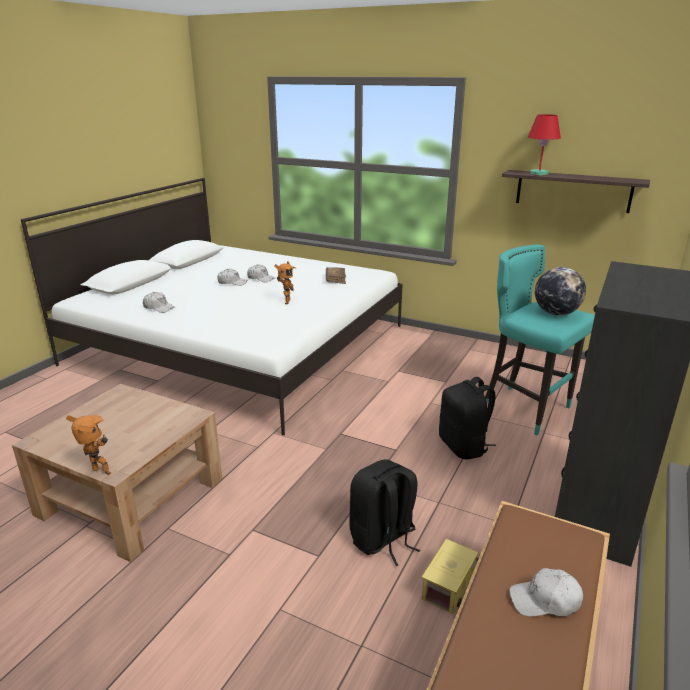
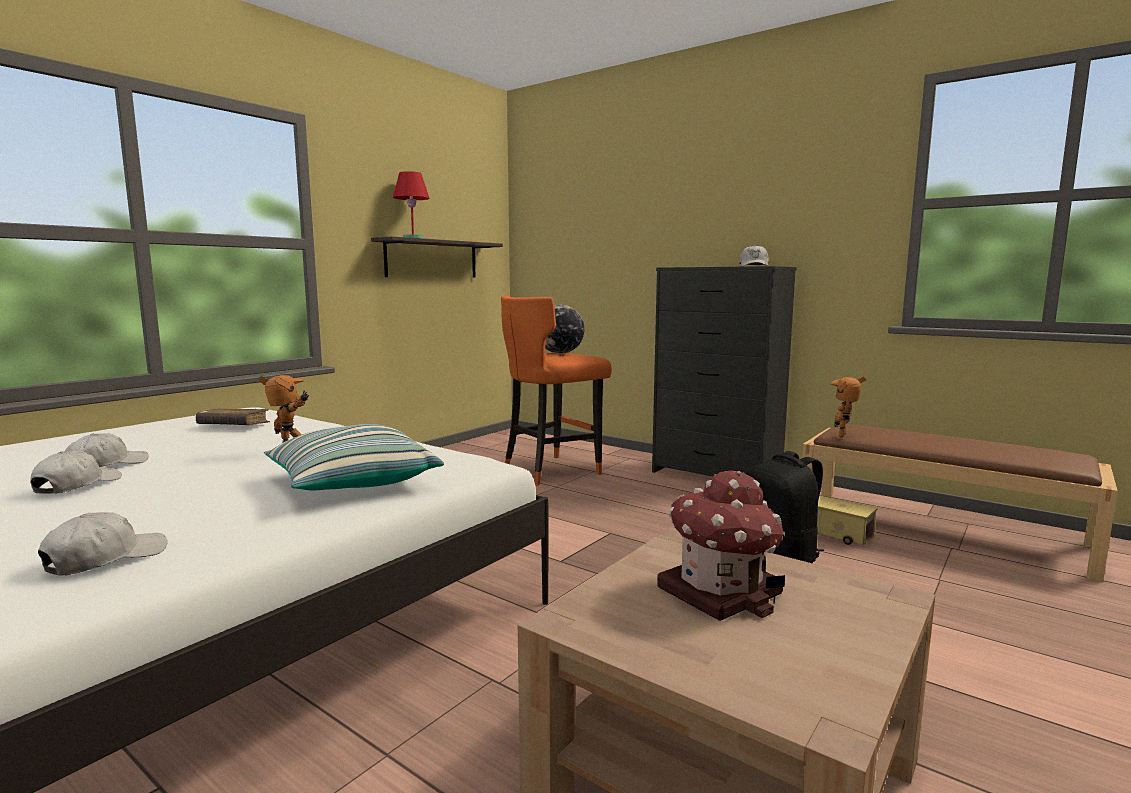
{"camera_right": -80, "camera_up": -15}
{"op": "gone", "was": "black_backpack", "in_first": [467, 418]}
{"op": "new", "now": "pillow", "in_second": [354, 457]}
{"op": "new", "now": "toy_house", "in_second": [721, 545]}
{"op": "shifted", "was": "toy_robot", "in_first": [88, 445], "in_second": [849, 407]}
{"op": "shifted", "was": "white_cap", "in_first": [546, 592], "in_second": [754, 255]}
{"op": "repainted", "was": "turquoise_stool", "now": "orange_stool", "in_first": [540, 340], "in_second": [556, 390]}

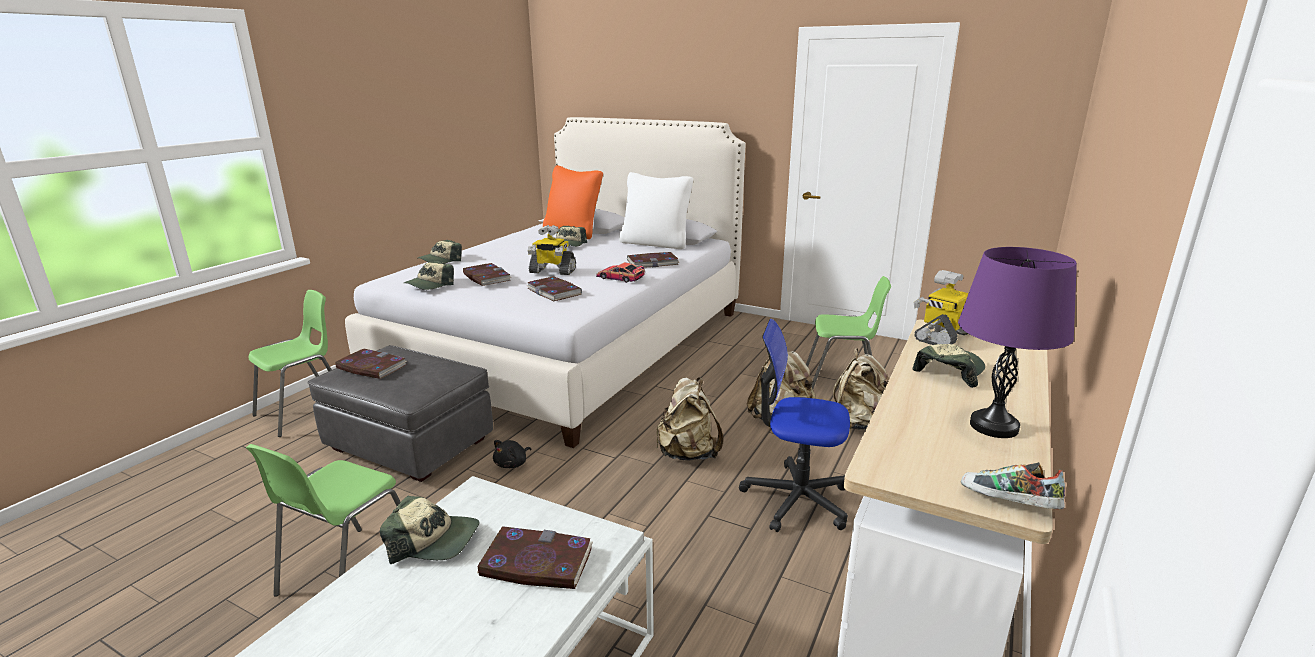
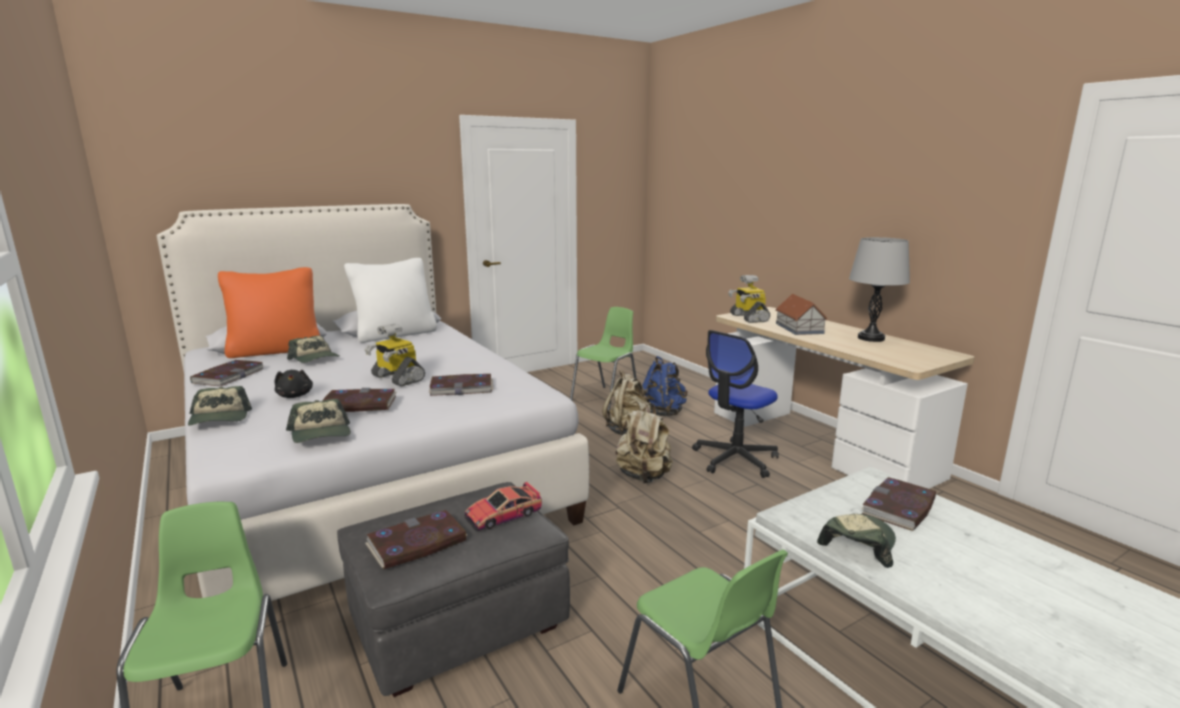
{"camera_right": -60, "camera_up": -5}
{"op": "gone", "was": "shoe", "in_first": [1013, 485]}
{"op": "shifted", "was": "black_plush_toy", "in_first": [512, 454], "in_second": [293, 384]}
{"op": "shifted", "was": "toy_car", "in_first": [620, 272], "in_second": [503, 506]}
{"op": "shifted", "was": "book", "in_first": [653, 260], "in_second": [227, 373]}
{"op": "swapped", "was": "cap", "now": "toy_house", "in_first": [948, 366], "in_second": [801, 314]}
{"op": "repainted", "was": "beige_backpack", "now": "blue_backpack", "in_first": [861, 389], "in_second": [664, 386]}
{"op": "repainted", "was": "purple_table_lamp", "now": "grey_table_lamp", "in_first": [1017, 342], "in_second": [879, 289]}
{"op": "rotated", "was": "toy_robot", "in_first": [552, 250], "in_second": [395, 355], "clockwise": 90}

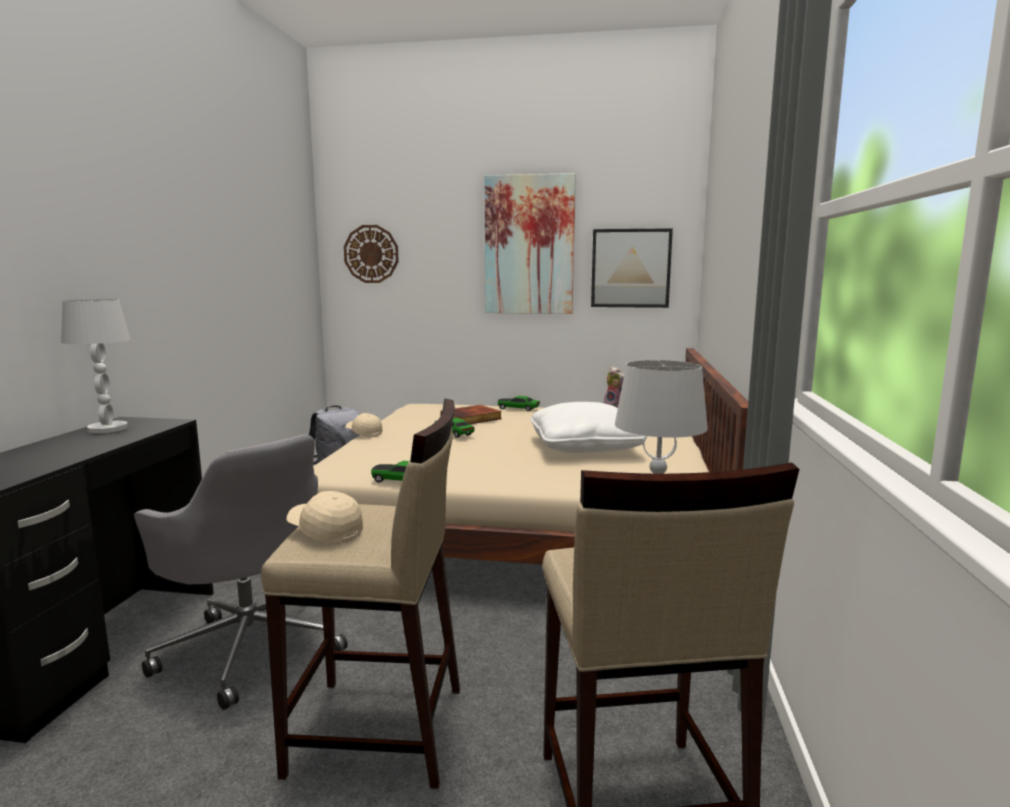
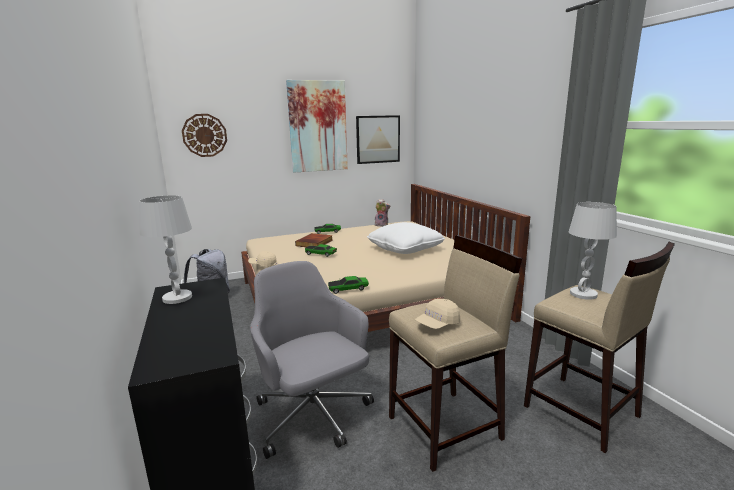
{"camera_right": -30, "camera_up": 5}
{"op": "rotated", "was": "grey_office_chair", "in_first": [240, 572], "in_second": [312, 360], "clockwise": -135}
{"op": "rotated", "was": "beige_cap", "in_first": [325, 517], "in_second": [437, 314], "clockwise": -45}

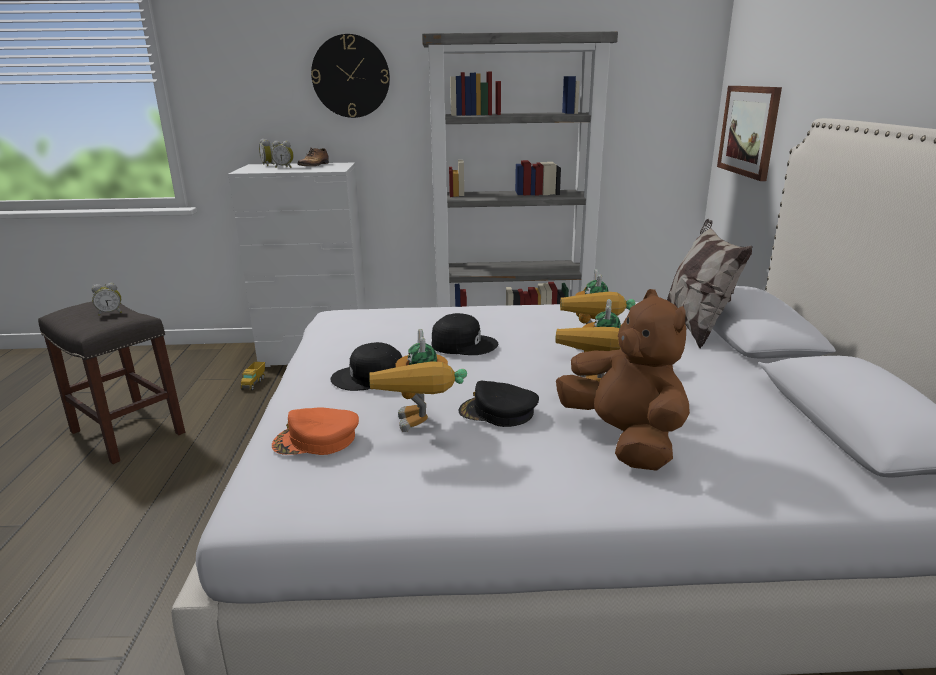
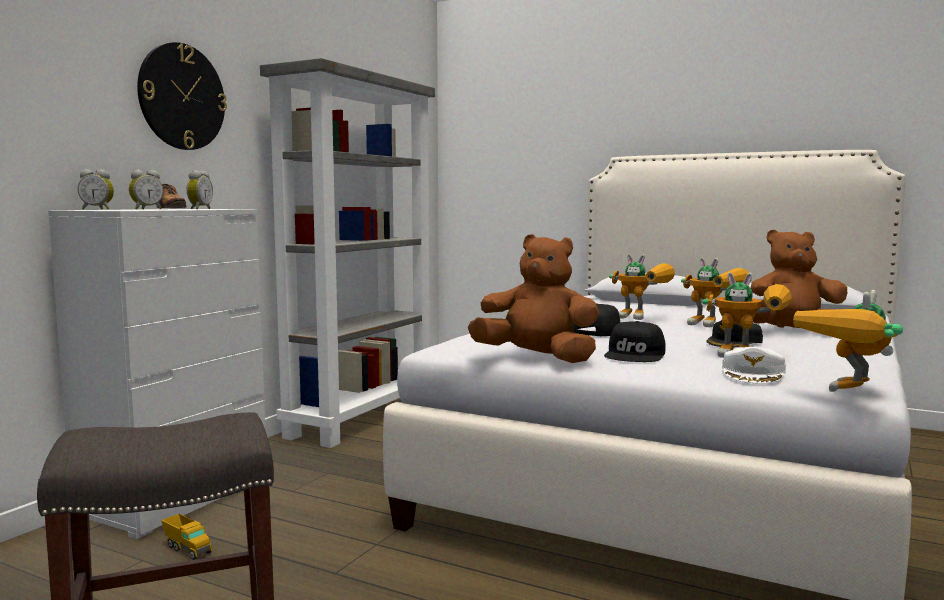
{"camera_right": -60, "camera_up": -15}
{"op": "gone", "was": "pillow", "in_first": [710, 284]}
{"op": "gone", "was": "picture", "in_first": [749, 133]}
{"op": "new", "now": "brown_plush_toy", "in_second": [533, 298]}
{"op": "new", "now": "toy_robot", "in_second": [848, 341]}
{"op": "shifted", "was": "alarm_clock", "in_first": [107, 299], "in_second": [199, 189]}
{"op": "repainted", "was": "orange_cap", "now": "white_cap", "in_first": [315, 431], "in_second": [754, 365]}

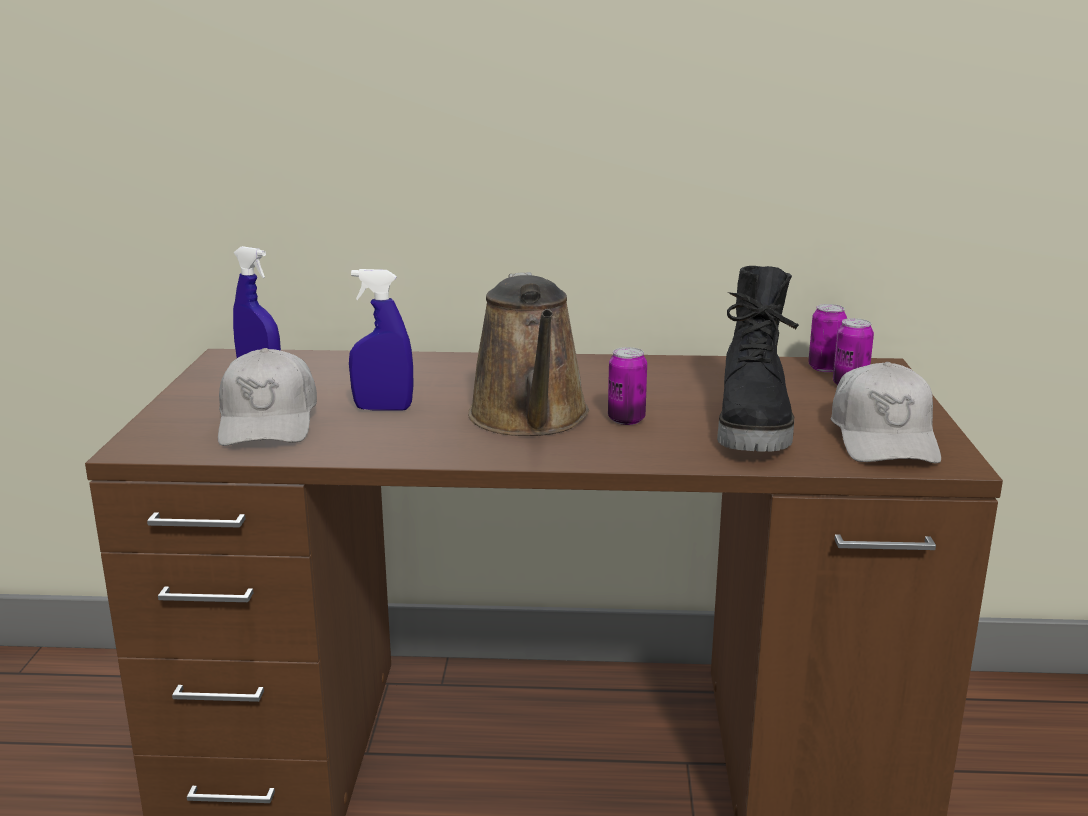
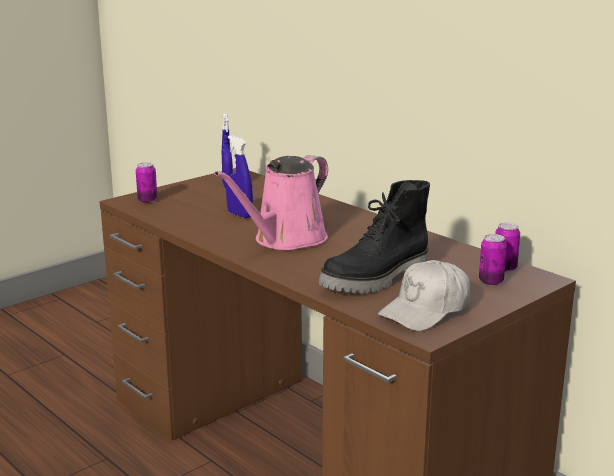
{"camera_right": 45, "camera_up": 0}
{"op": "gone", "was": "white_cap", "in_first": [267, 397]}
{"op": "shifted", "was": "can", "in_first": [627, 386], "in_second": [146, 182]}
{"op": "repainted", "was": "brown_watering_can", "now": "pink_watering_can", "in_first": [528, 354], "in_second": [271, 202]}

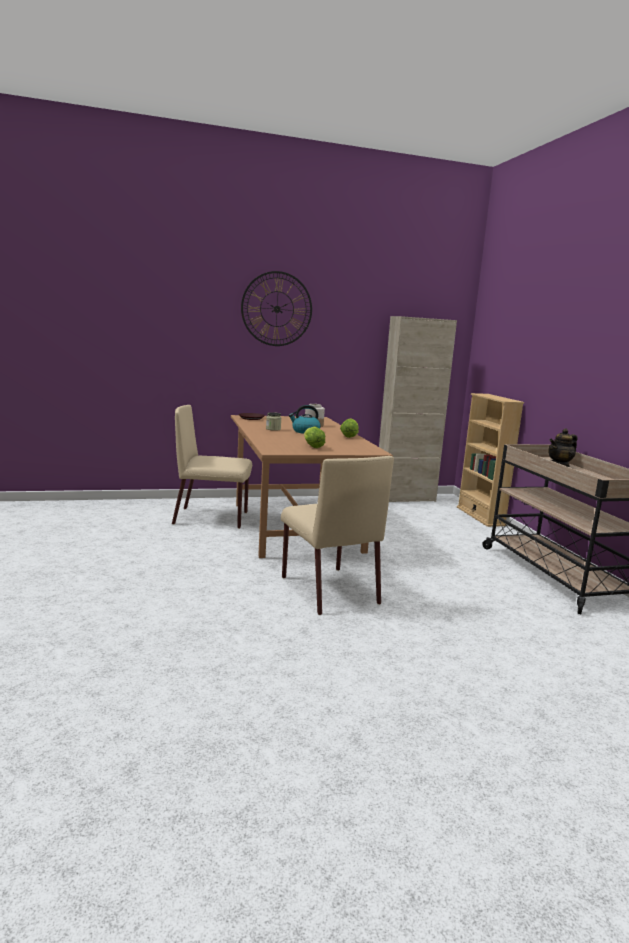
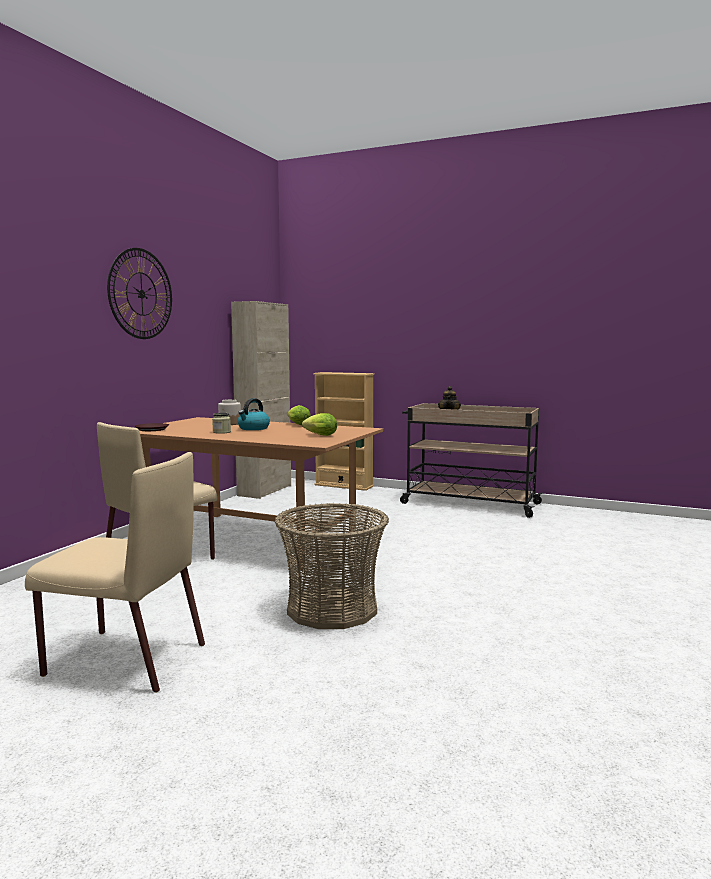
{"camera_right": -50, "camera_up": -5}
{"op": "new", "now": "basket", "in_second": [332, 566]}
{"op": "shifted", "was": "beige_chair", "in_first": [337, 535], "in_second": [115, 572]}

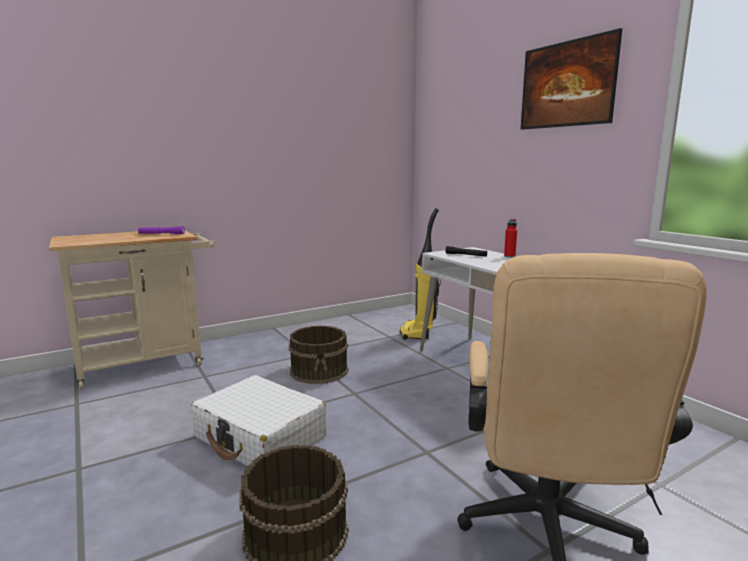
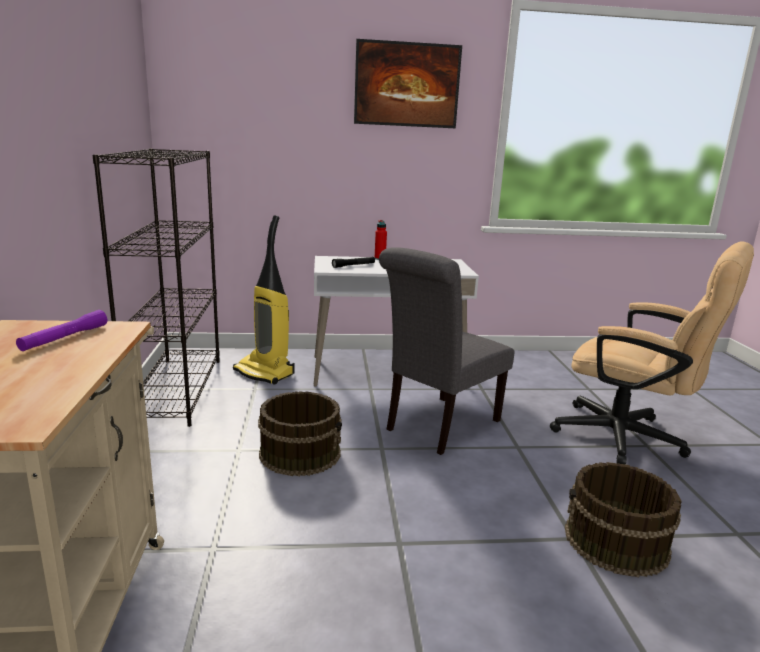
{"camera_right": -65, "camera_up": 5}
{"op": "gone", "was": "white_suitcase", "in_first": [259, 420]}
{"op": "new", "now": "black_bookcase", "in_second": [156, 287]}
{"op": "new", "now": "grey_chair", "in_second": [446, 351]}

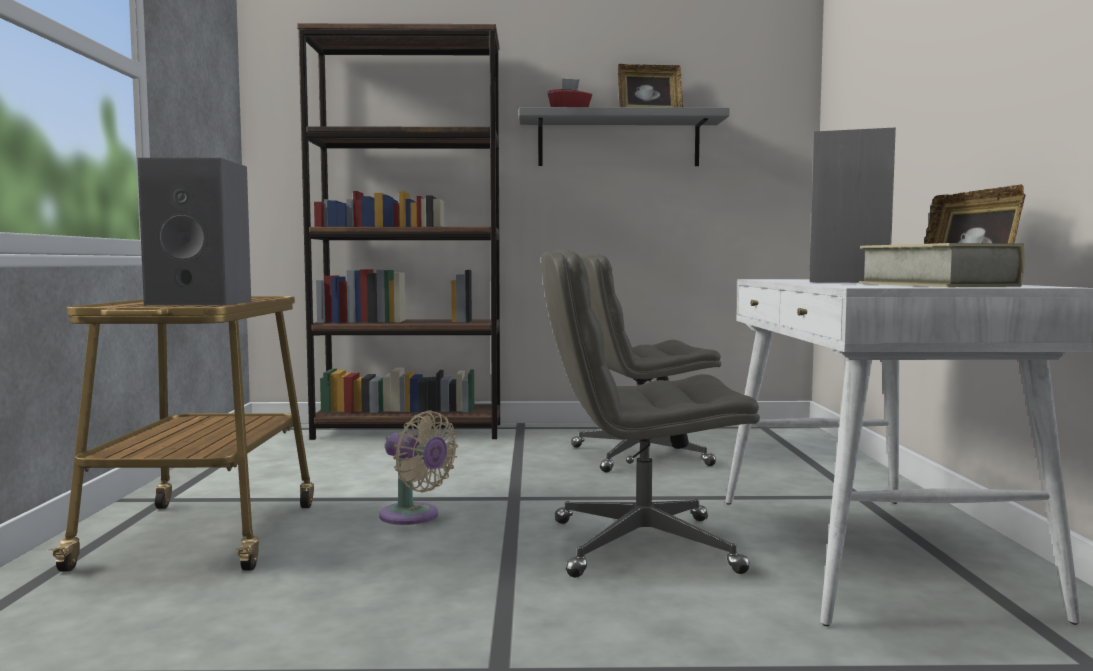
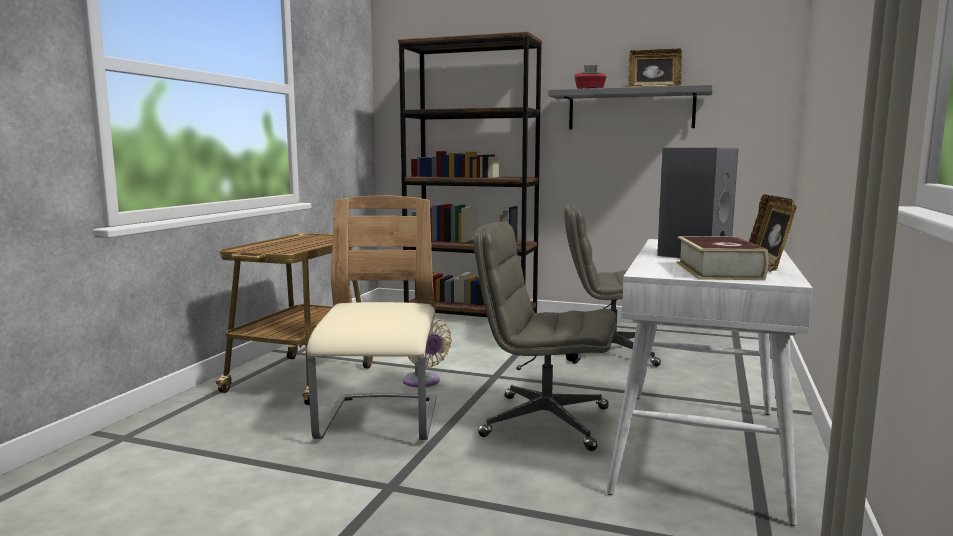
{"camera_right": 20, "camera_up": 5}
{"op": "gone", "was": "grey_speaker", "in_first": [194, 231]}
{"op": "new", "now": "beige_chair", "in_second": [372, 317]}

